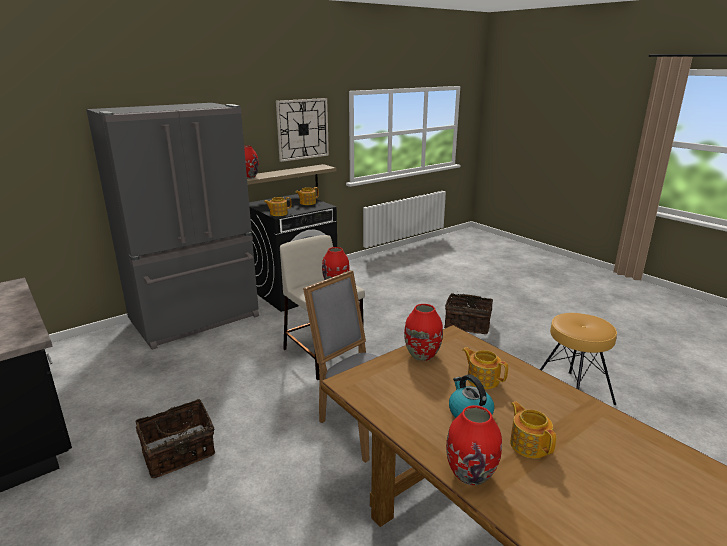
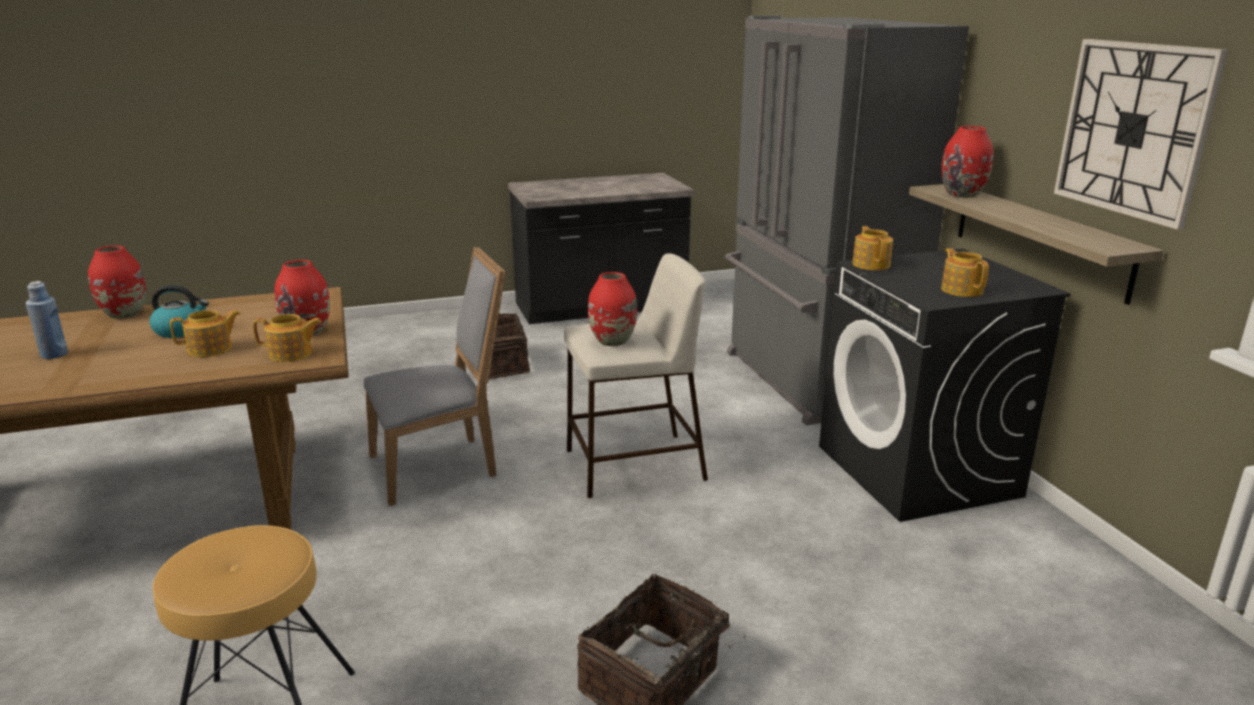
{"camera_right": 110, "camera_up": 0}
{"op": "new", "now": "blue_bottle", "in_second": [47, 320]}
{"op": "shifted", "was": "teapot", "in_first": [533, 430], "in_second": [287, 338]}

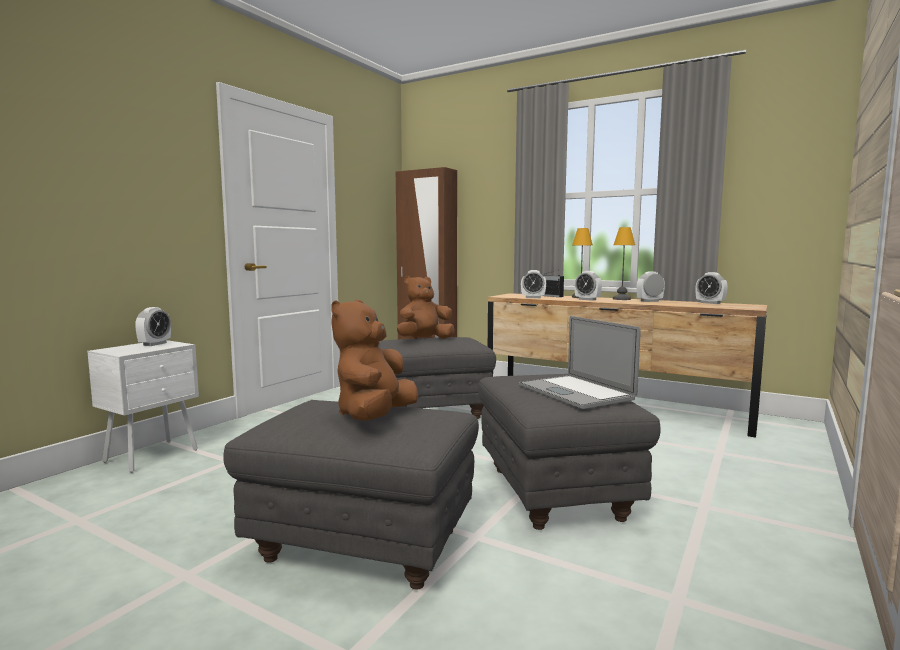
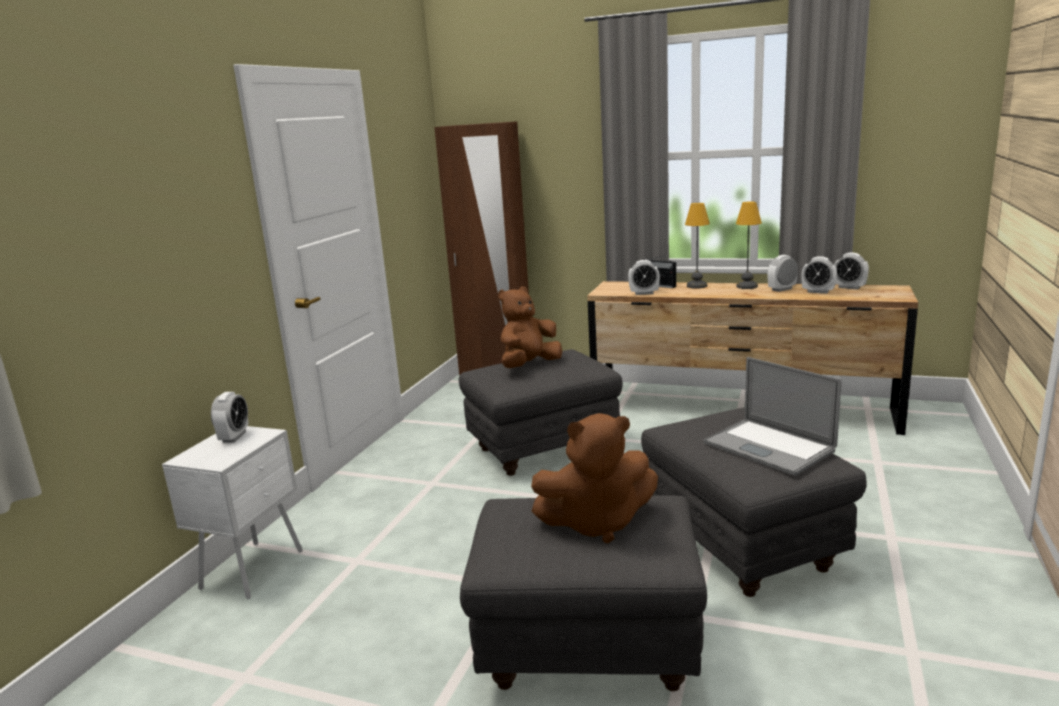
{"camera_right": -10, "camera_up": 10}
{"op": "shifted", "was": "alarm_clock", "in_first": [588, 286], "in_second": [819, 275]}
{"op": "rotated", "was": "brown_plush_toy", "in_first": [374, 360], "in_second": [594, 478], "clockwise": -105}

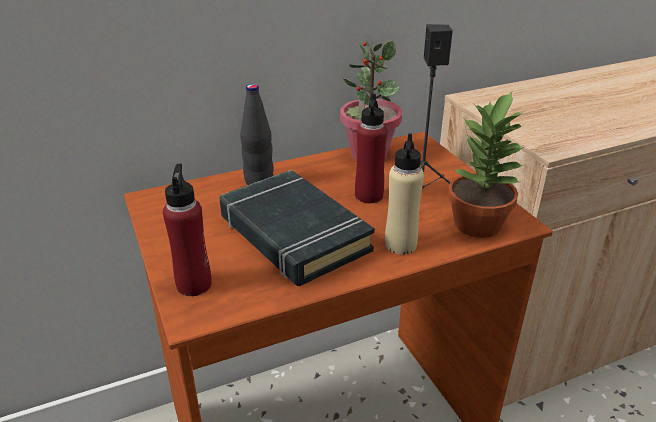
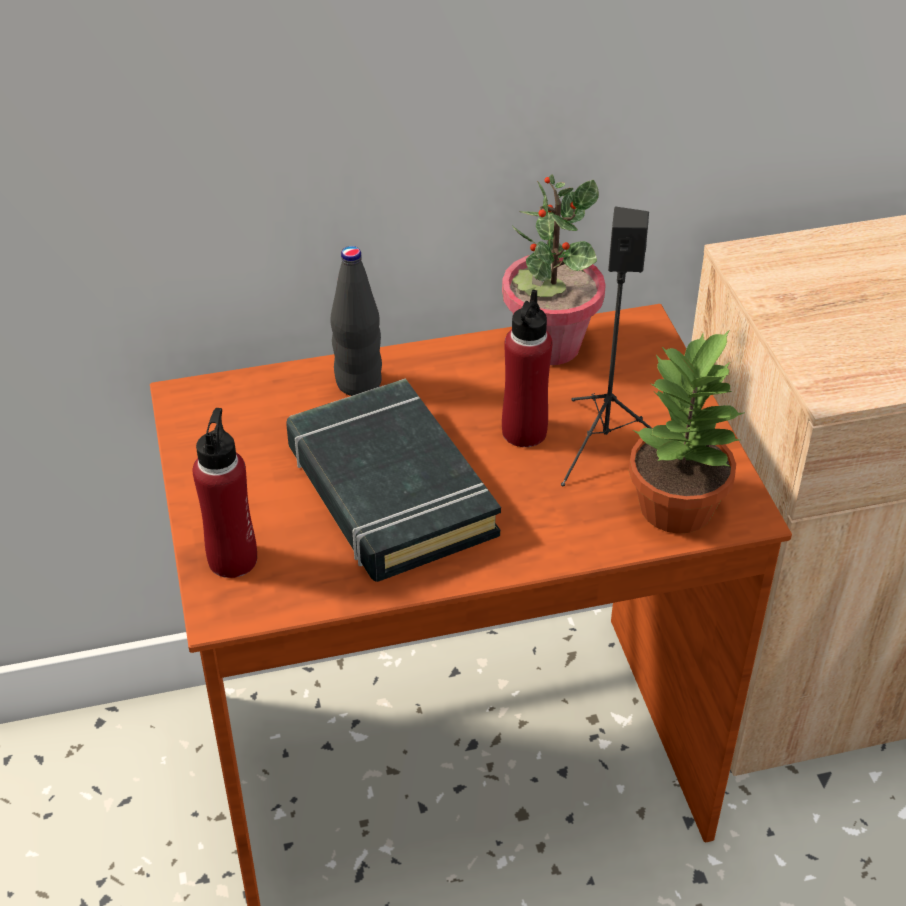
{"camera_right": 10, "camera_up": 10}
{"op": "gone", "was": "beige_bottle", "in_first": [404, 194]}

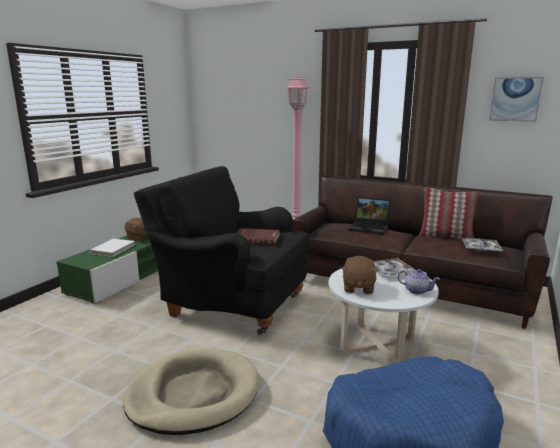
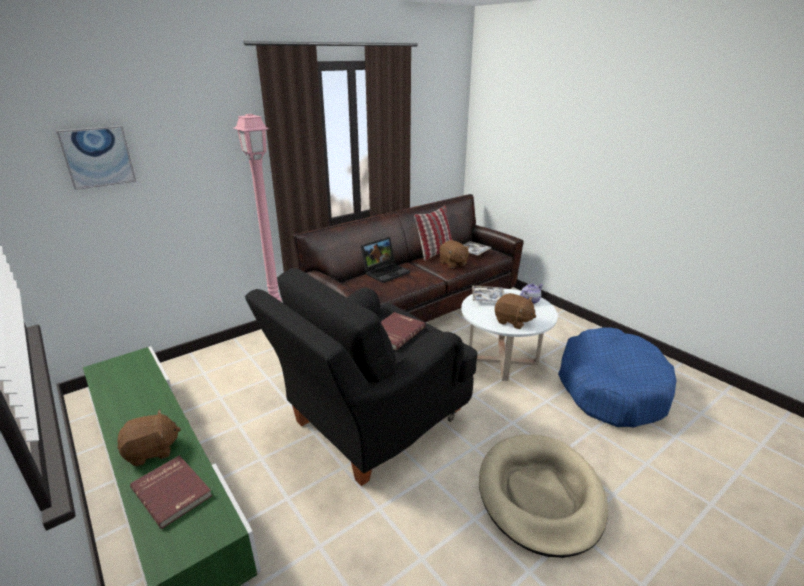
{"camera_right": -65, "camera_up": 10}
{"op": "new", "now": "brown_plush_toy", "in_second": [454, 254]}
{"op": "shifted", "was": "picture", "in_first": [516, 99], "in_second": [96, 158]}
{"op": "repainted", "was": "white_book", "now": "red_book", "in_first": [112, 248], "in_second": [171, 492]}

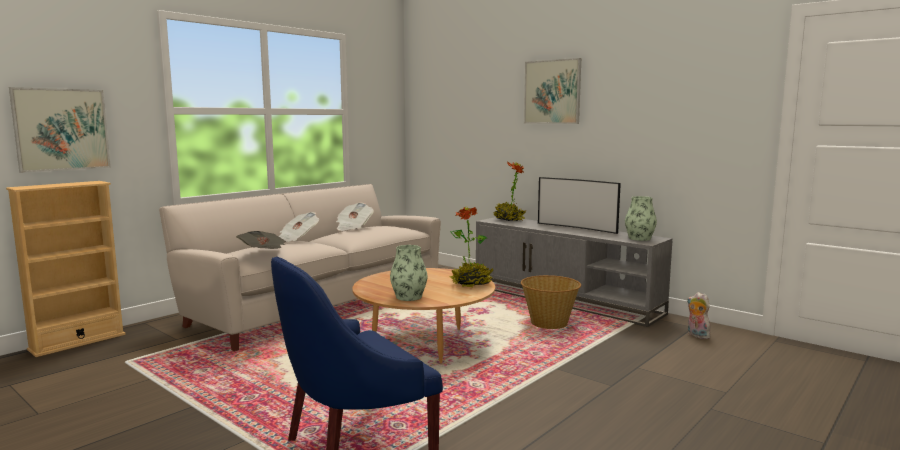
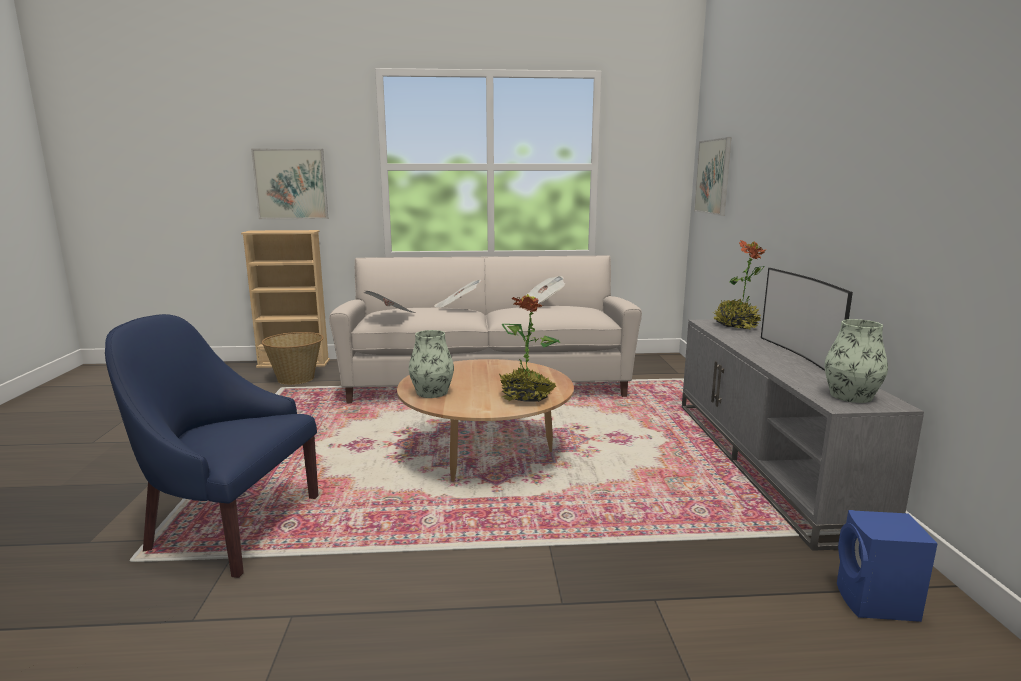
{"camera_right": 45, "camera_up": 5}
{"op": "shifted", "was": "basket", "in_first": [551, 302], "in_second": [293, 358]}
{"op": "shifted", "was": "picture", "in_first": [552, 91], "in_second": [712, 176]}
{"op": "swapped", "was": "plush_toy", "now": "blue_speaker", "in_first": [698, 315], "in_second": [887, 566]}

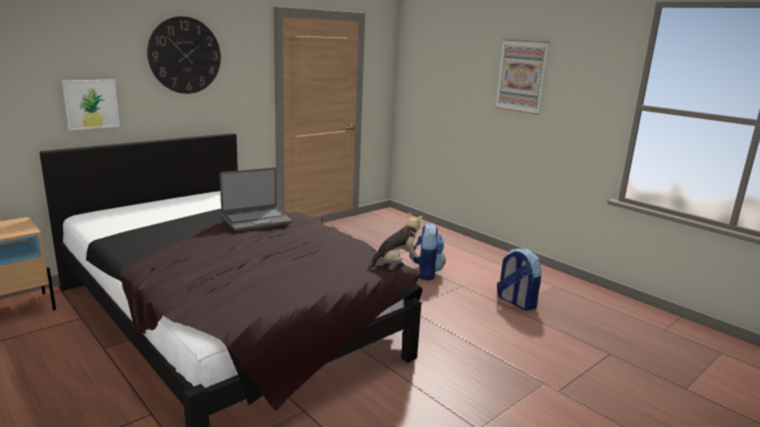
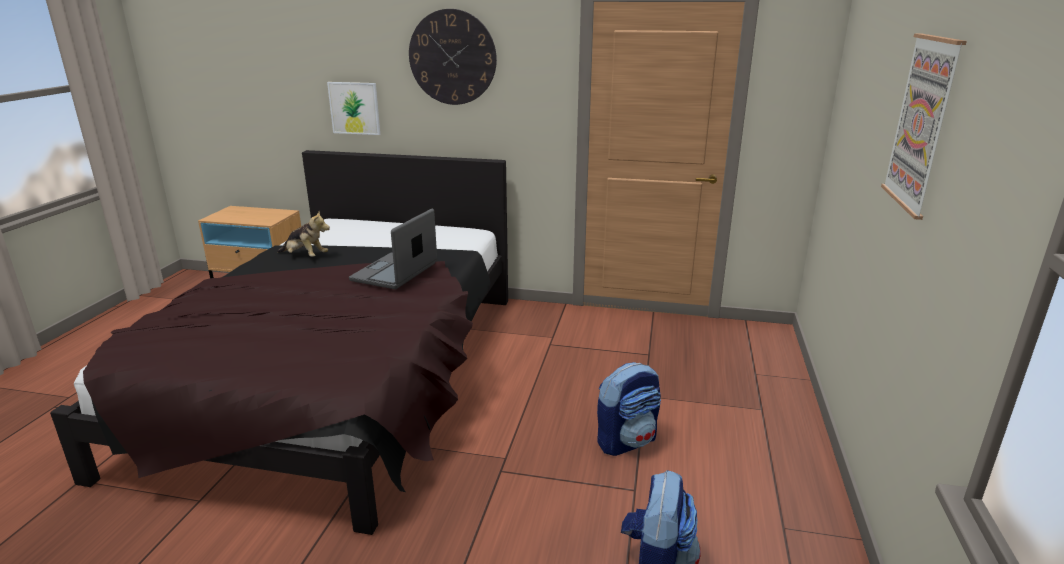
{"camera_right": 55, "camera_up": 5}
{"op": "shifted", "was": "plush_toy", "in_first": [395, 241], "in_second": [303, 234]}
{"op": "rotated", "was": "laptop", "in_first": [256, 199], "in_second": [393, 248], "clockwise": 90}

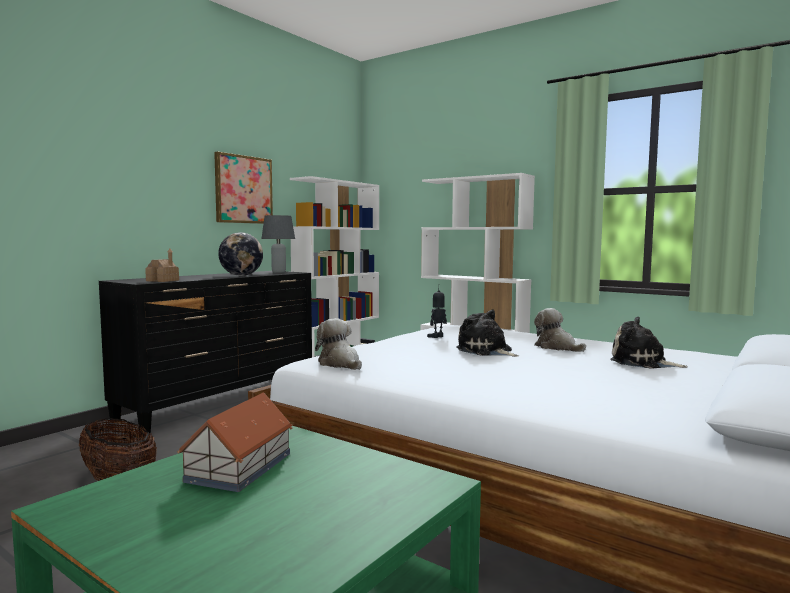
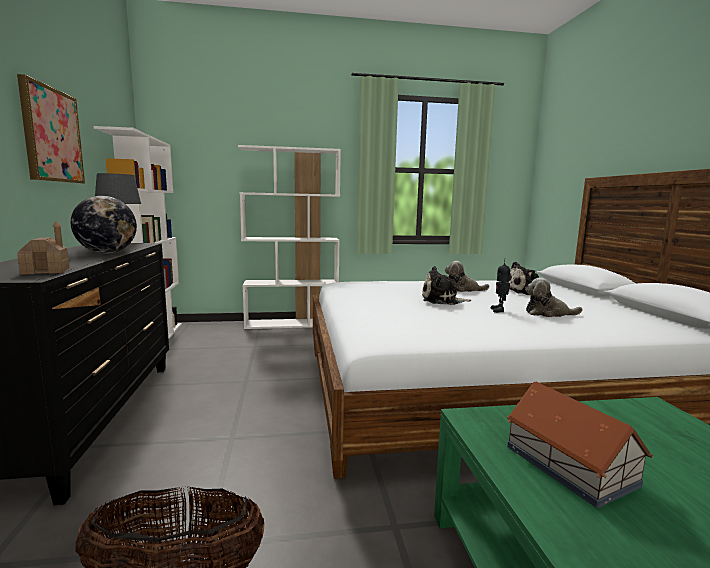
{"camera_right": -45, "camera_up": 5}
{"op": "shifted", "was": "plush_toy", "in_first": [338, 344], "in_second": [554, 297]}
{"op": "shifted", "was": "toy_robot", "in_first": [437, 314], "in_second": [500, 287]}

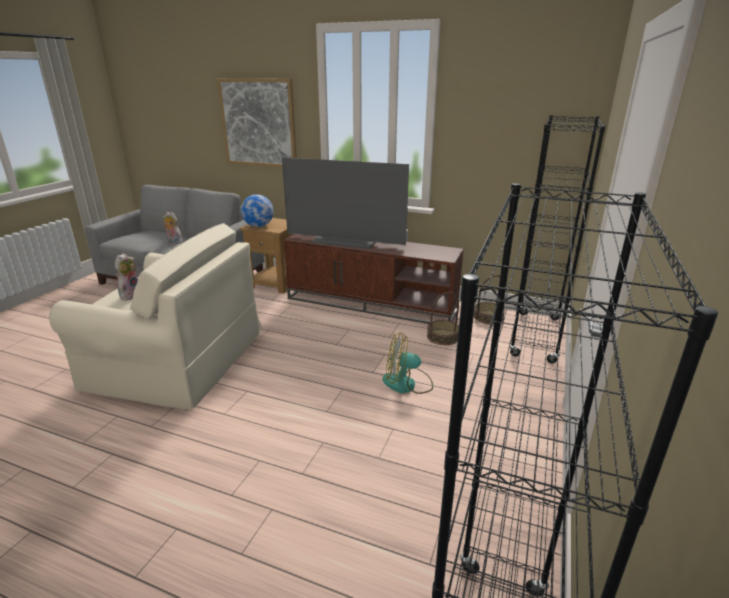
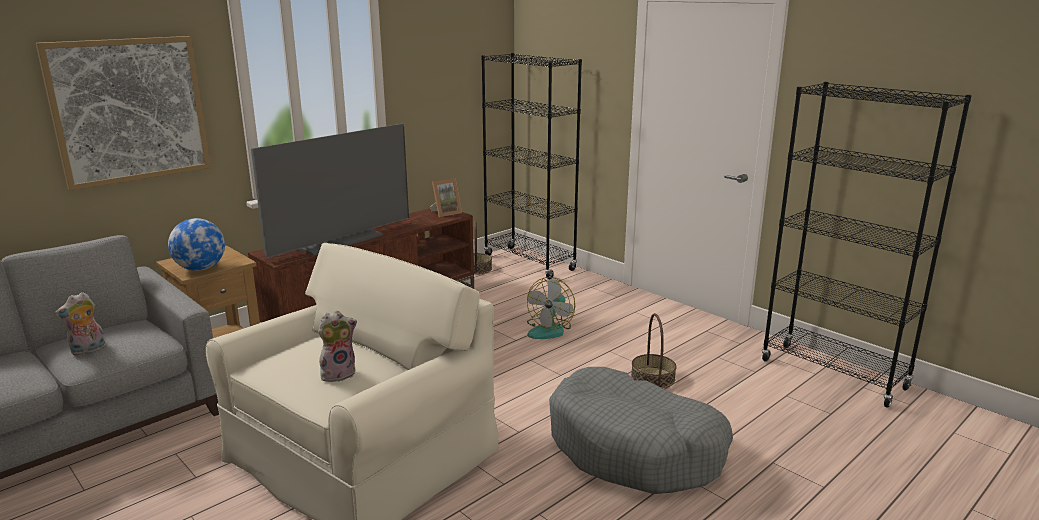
{"camera_right": -65, "camera_up": -5}
{"op": "new", "now": "picture_frame", "in_second": [446, 197]}
{"op": "new", "now": "grey_dog_bed", "in_second": [641, 430]}
{"op": "shifted", "was": "basket", "in_first": [443, 318], "in_second": [653, 350]}
{"op": "rotated", "was": "plush_toy", "in_first": [126, 277], "in_second": [337, 346], "clockwise": 105}

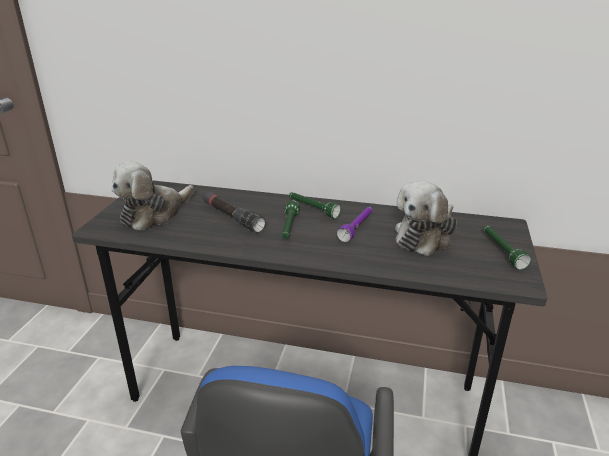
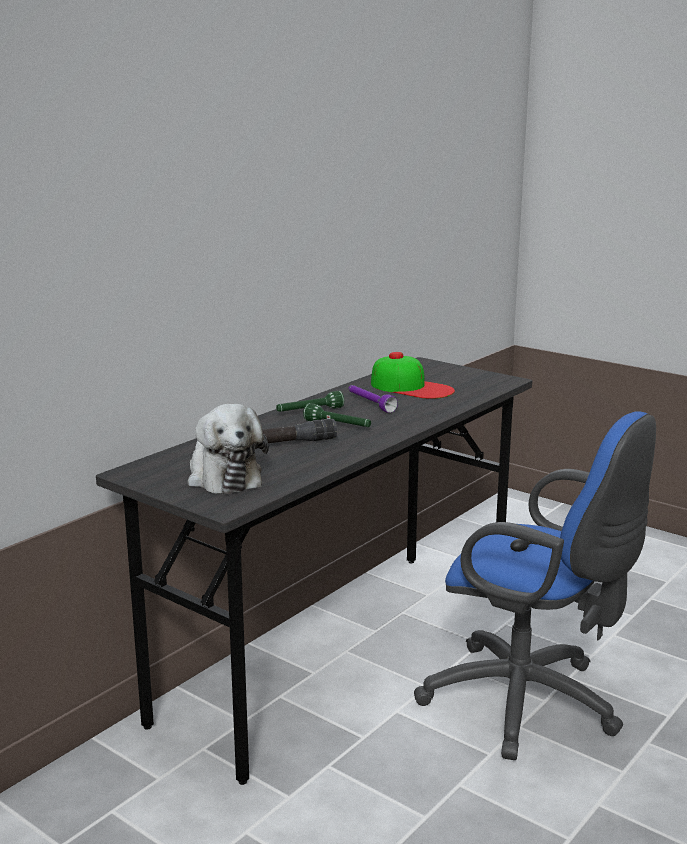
{"camera_right": -65, "camera_up": -10}
{"op": "gone", "was": "green_flashlight", "in_first": [507, 247]}
{"op": "swapped", "was": "plush_toy", "now": "cap", "in_first": [426, 218], "in_second": [413, 375]}

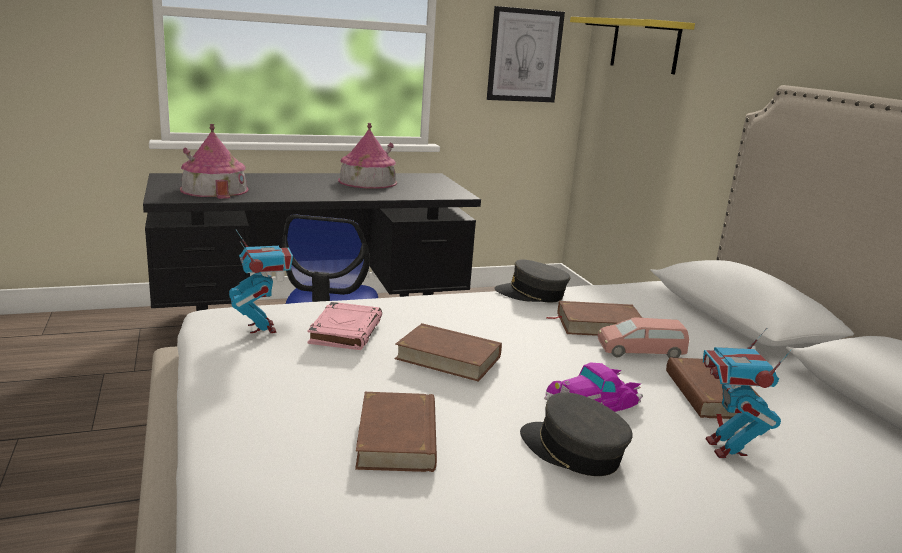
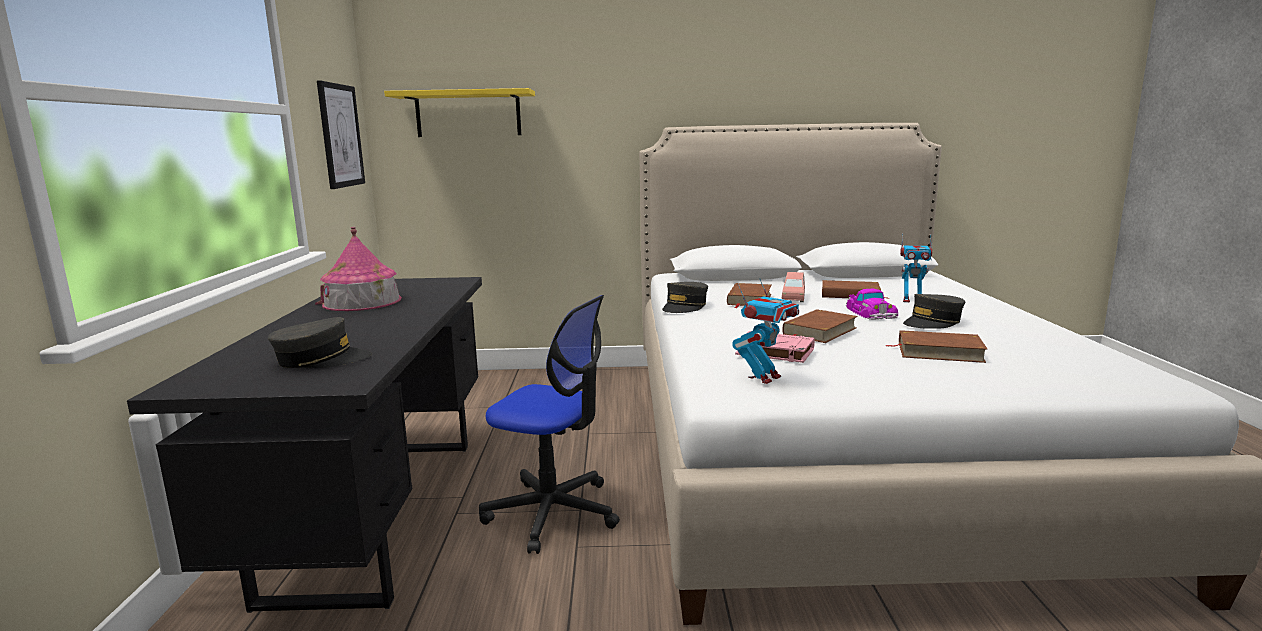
{"camera_right": -70, "camera_up": -5}
{"op": "swapped", "was": "toy_house", "now": "grey_cap", "in_first": [214, 161], "in_second": [320, 342]}
{"op": "rotated", "was": "toy_robot", "in_first": [261, 281], "in_second": [765, 331], "clockwise": 135}

